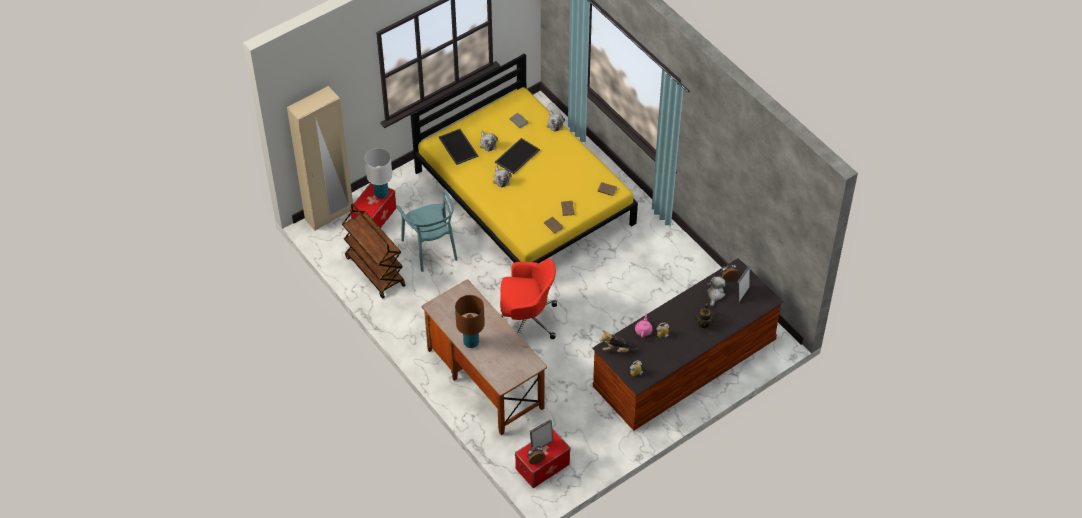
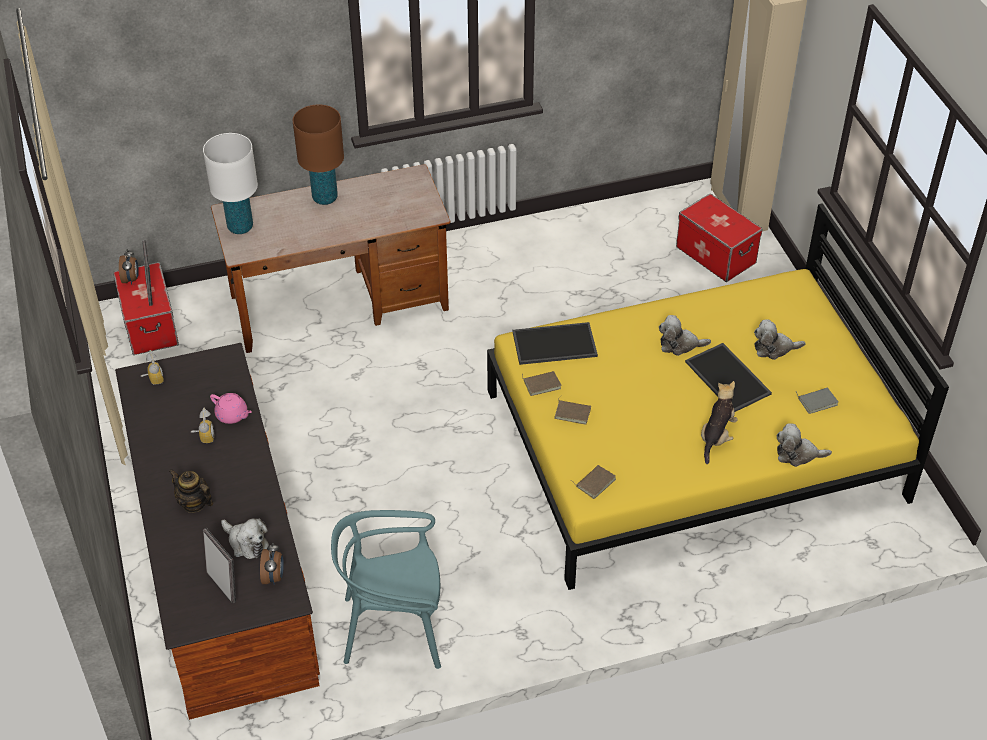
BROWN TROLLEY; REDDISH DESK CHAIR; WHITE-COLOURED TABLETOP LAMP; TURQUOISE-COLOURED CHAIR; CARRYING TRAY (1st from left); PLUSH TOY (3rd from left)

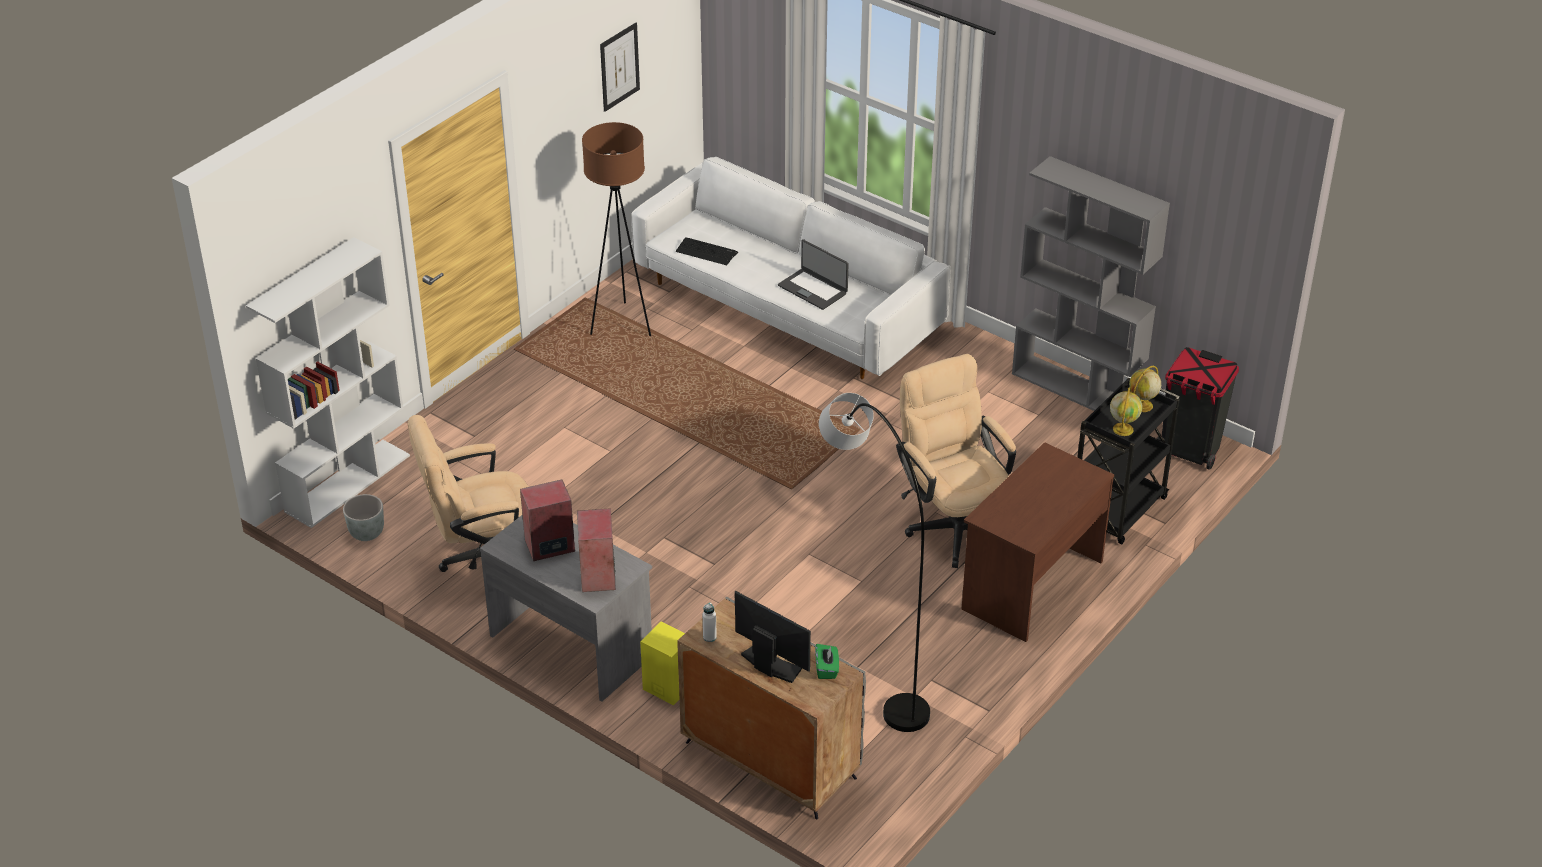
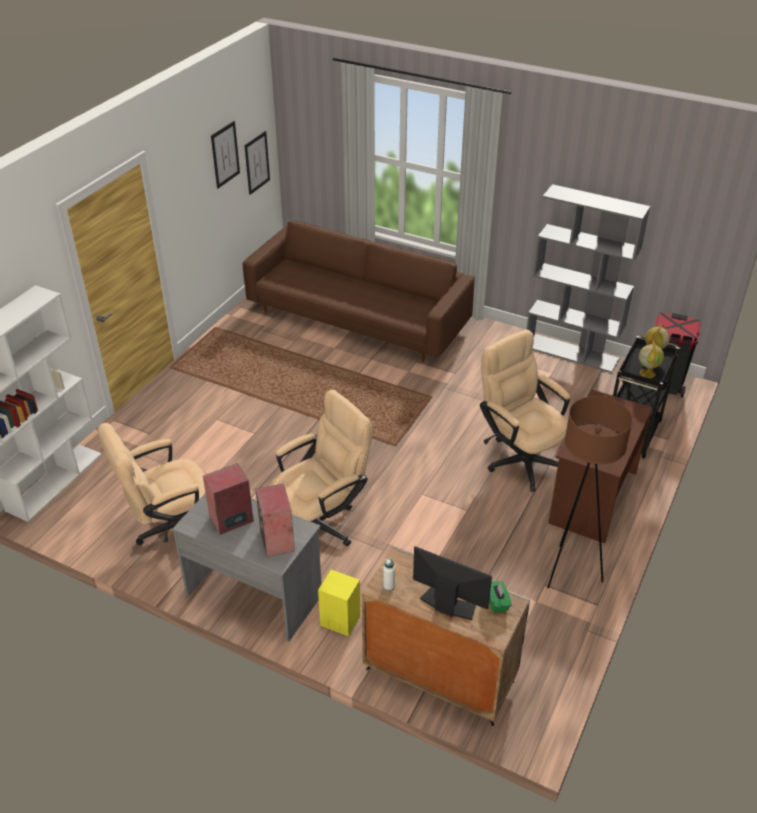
GRAY PLANTER; COMPUTER KEYBOARD; LAPTOP; GRAY STANDARD LAMP; WALL ART (2nd from left); BEIGE DESK CHAIR (2nd from left); BROWN STANDARD LAMP; BROWN COUCH

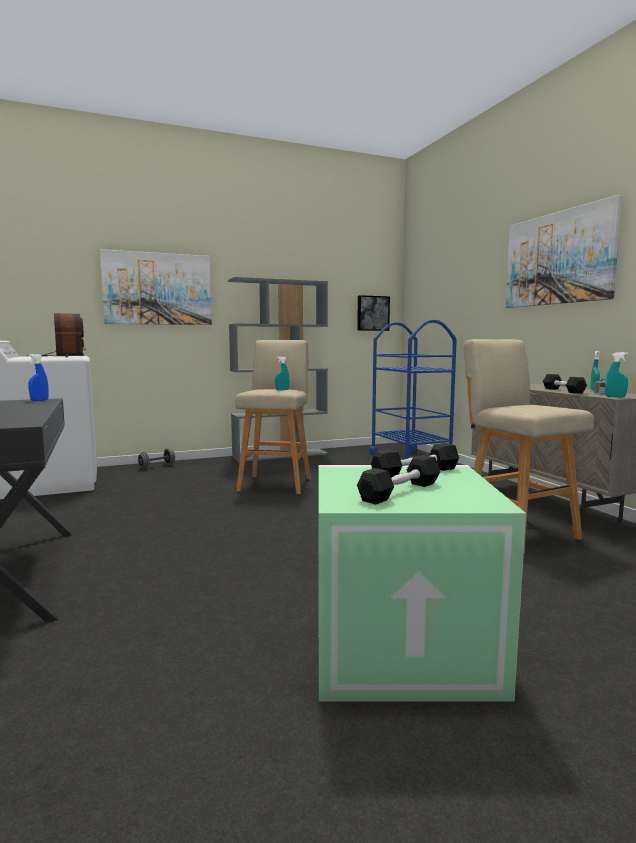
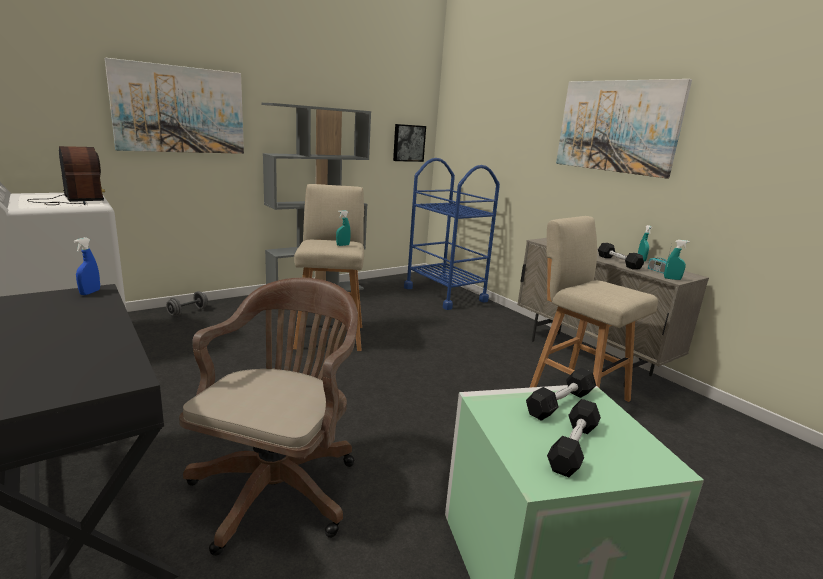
BROWN DESK CHAIR

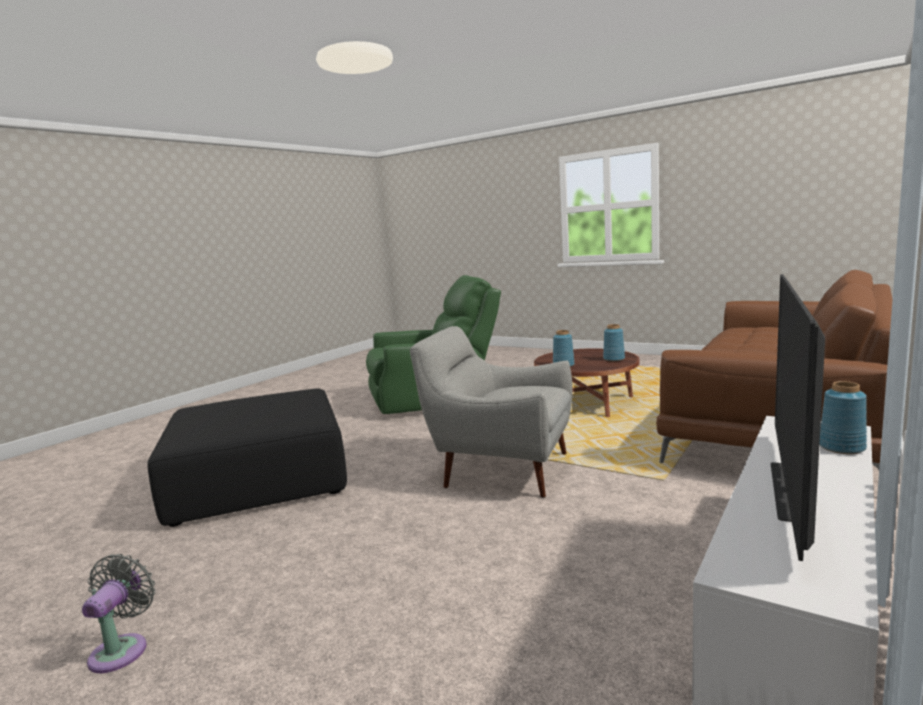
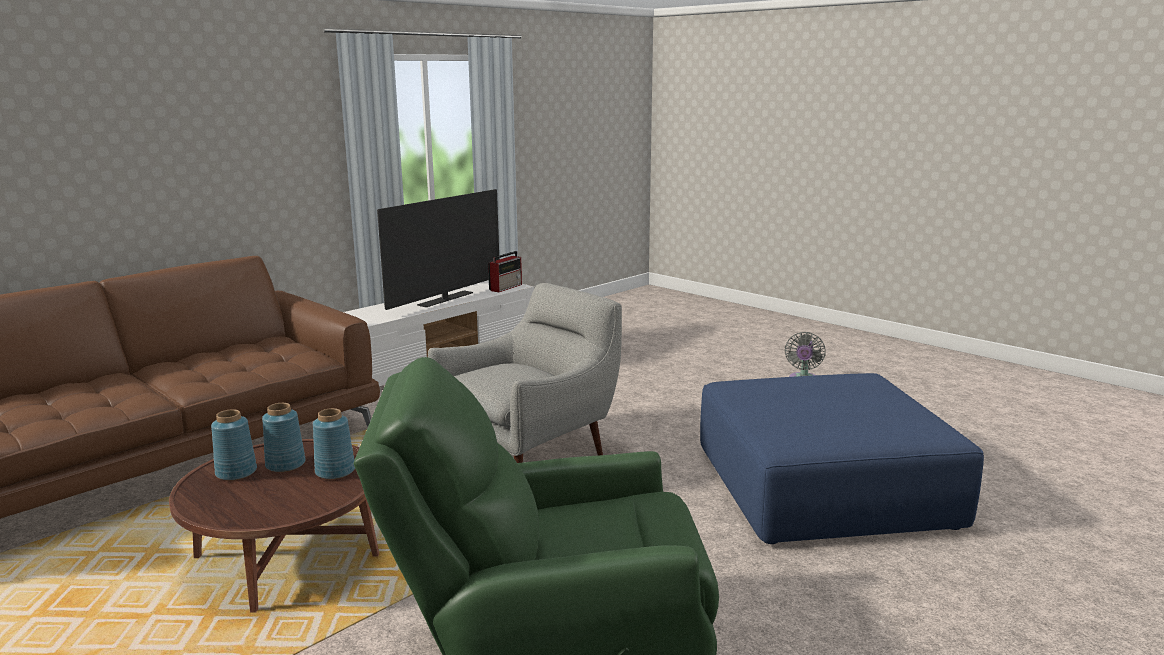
RADIO SET; BLUE VASE (2nd from left); BLUE POUFFE; GRAY ARMCHAIR

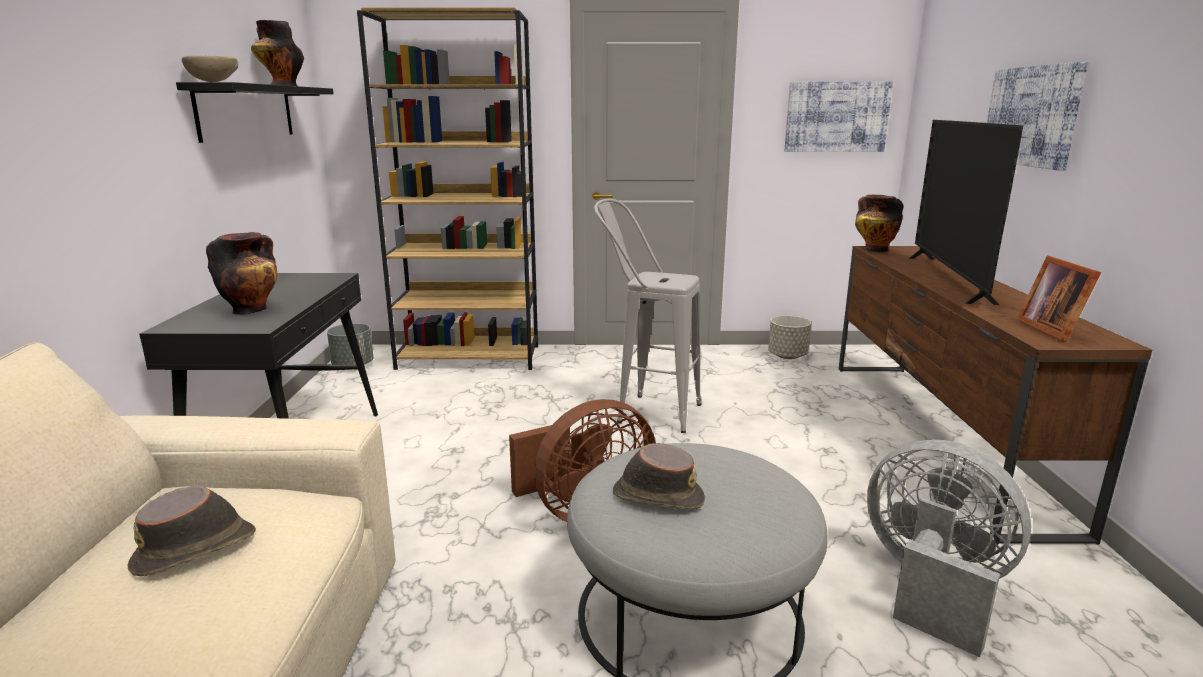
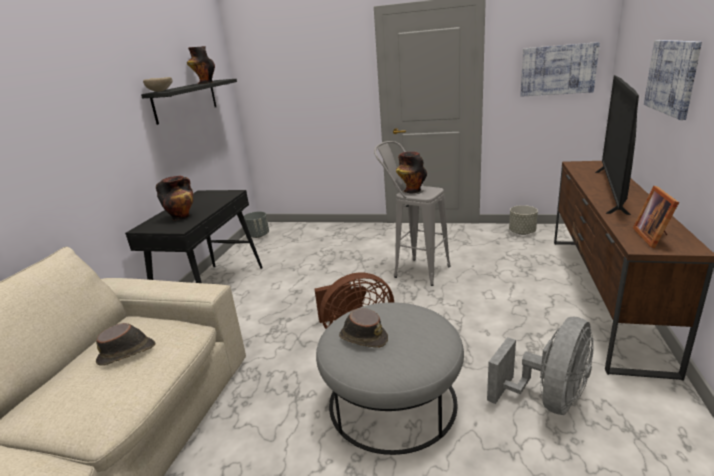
BROWN BOOKSHELF; VASE (3rd from left); GRAY ELECTRIC FAN

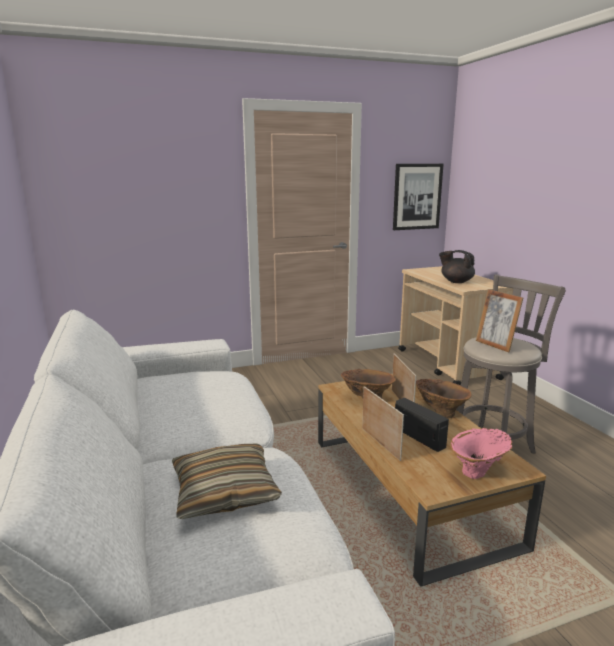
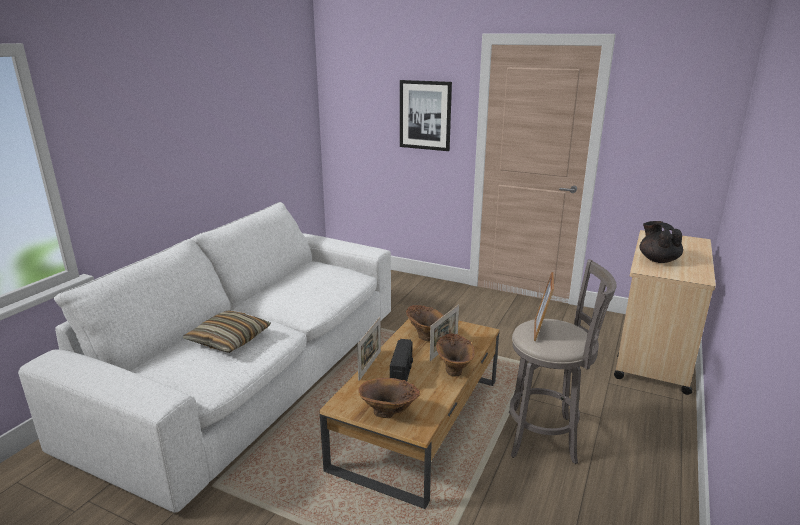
WALL ART; BROWN VASE (1st from left)

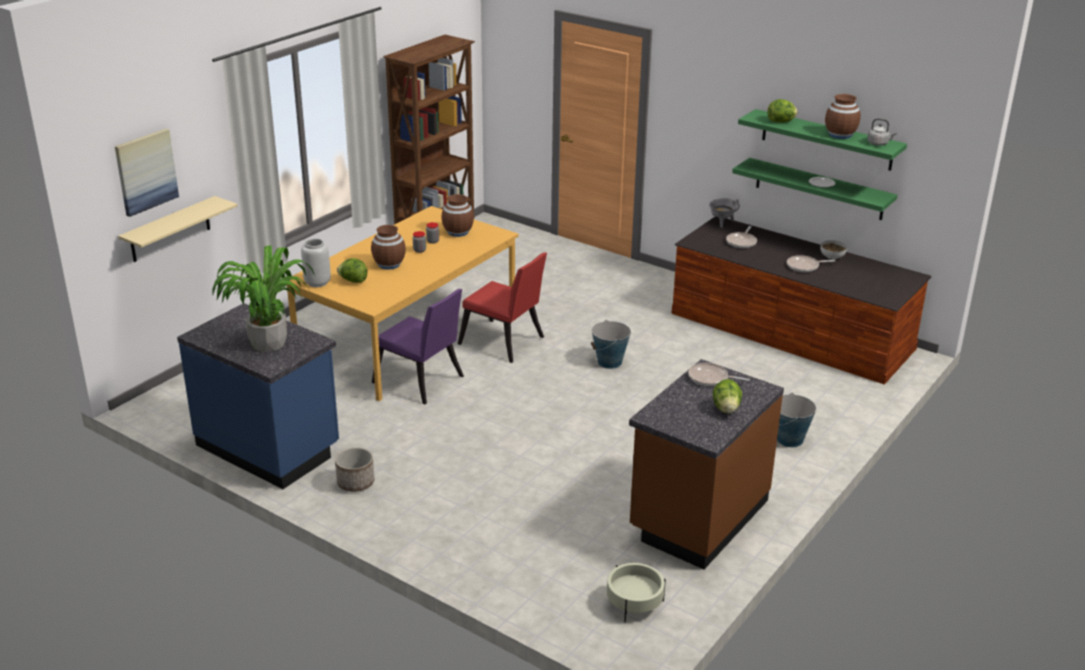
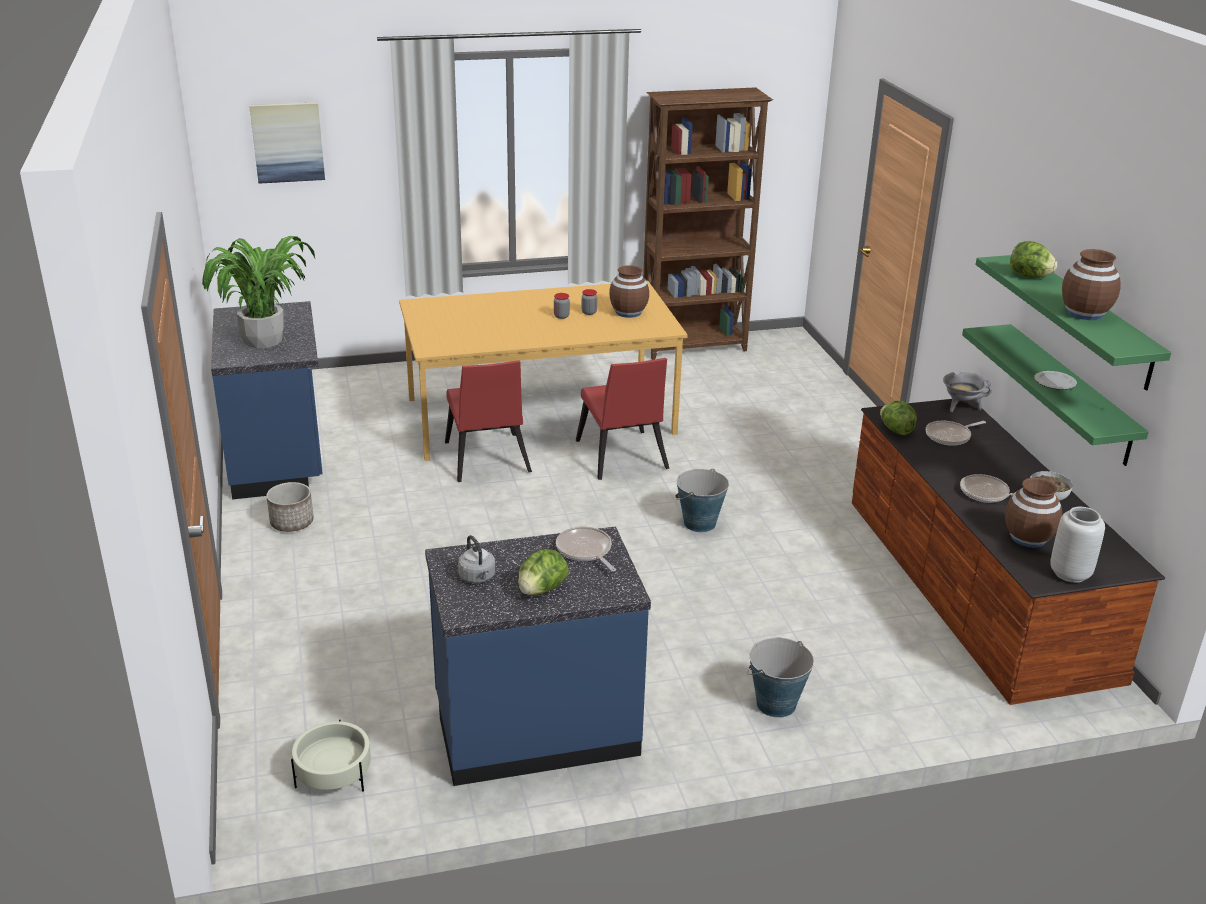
BEIGE WALL SHELF; GRAY VASE; LETTUCE HEAD (2nd from left); BROWN VASE (2nd from left); GRAY WATER KETTLE; REDDISH CHAIR (1st from left); BLUE COUNTER (2nd from left)

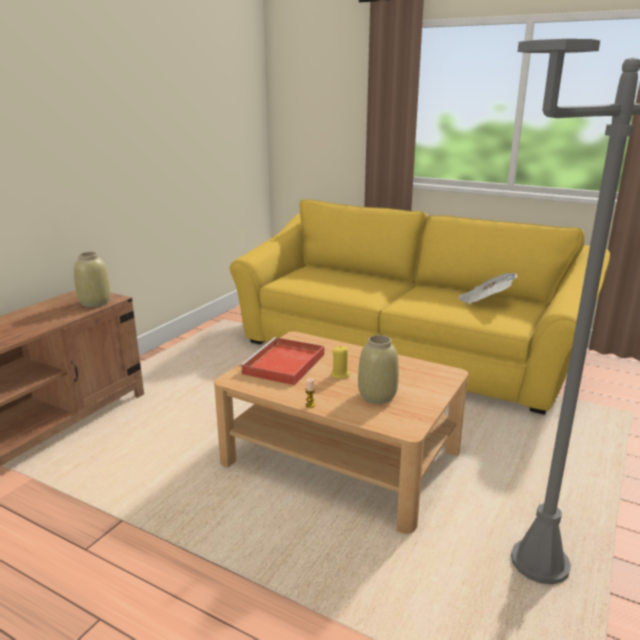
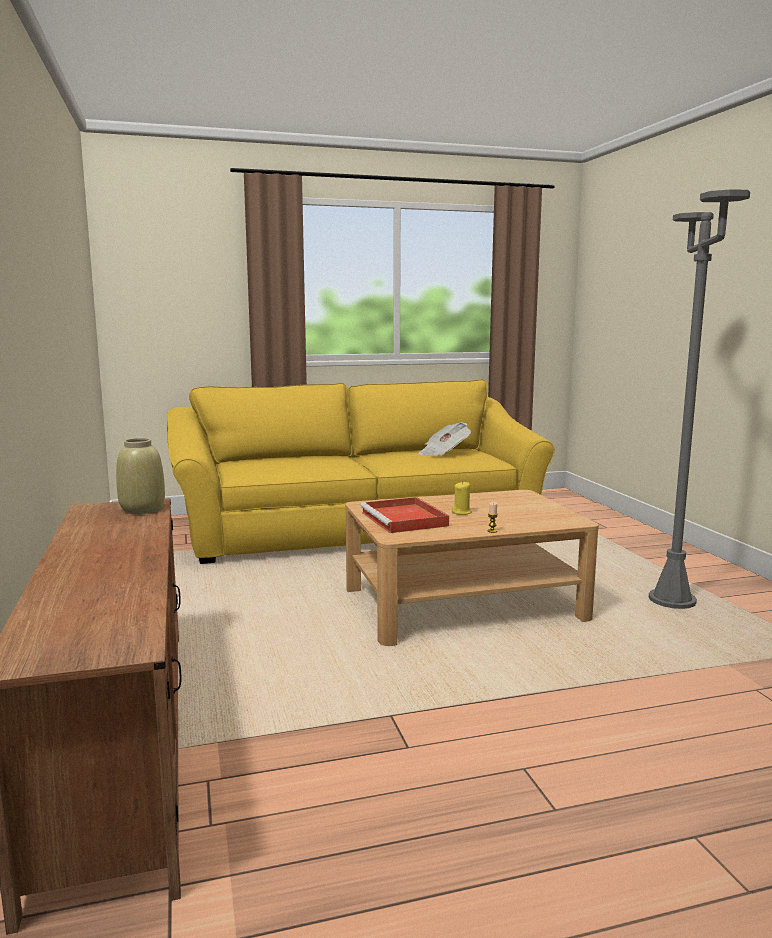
BEIGE VASE (2nd from left in the first image)

